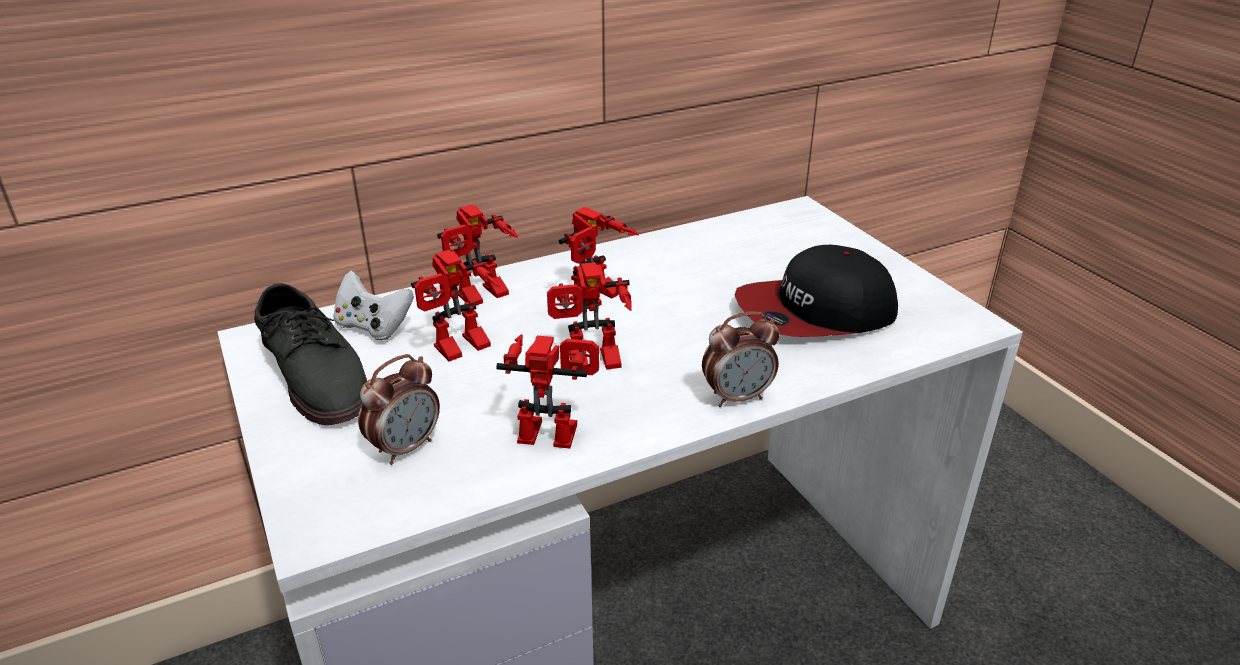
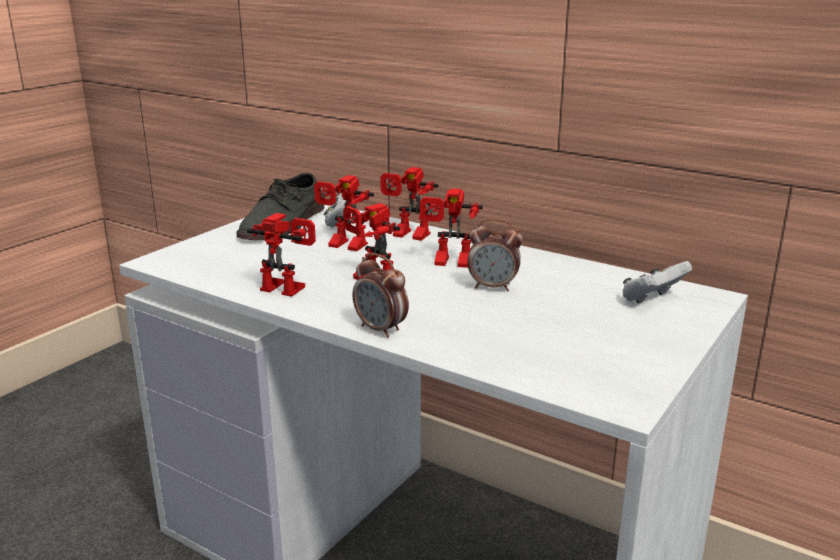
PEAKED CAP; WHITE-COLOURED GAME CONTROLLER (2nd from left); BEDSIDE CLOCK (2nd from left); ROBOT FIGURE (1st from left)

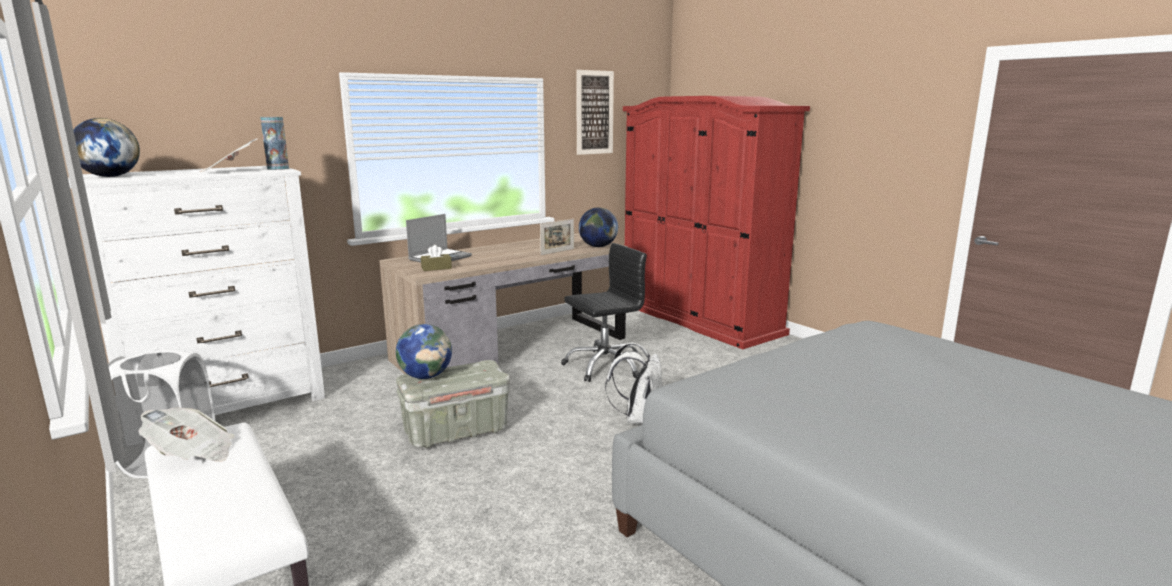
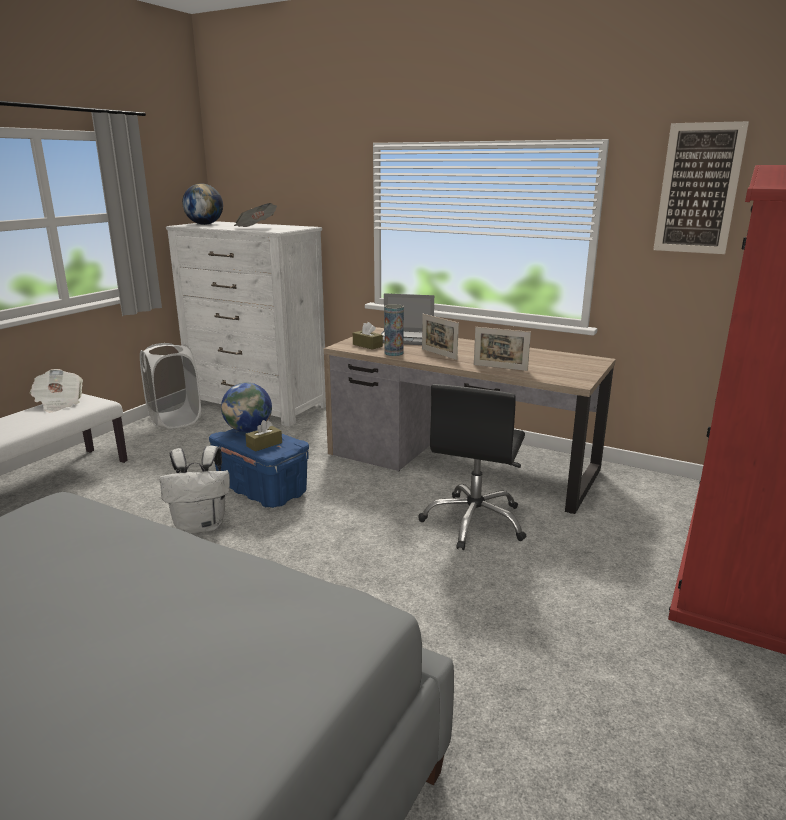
DESK GLOBE (3rd from left in the first image); BROWN TISSUE BOX (1st from left); PHOTO FRAME (1st from left); VASE; WHITE-COLOURED RUCKSACK; BLUE STORAGE BIN; BLACKISH DESK CHAIR

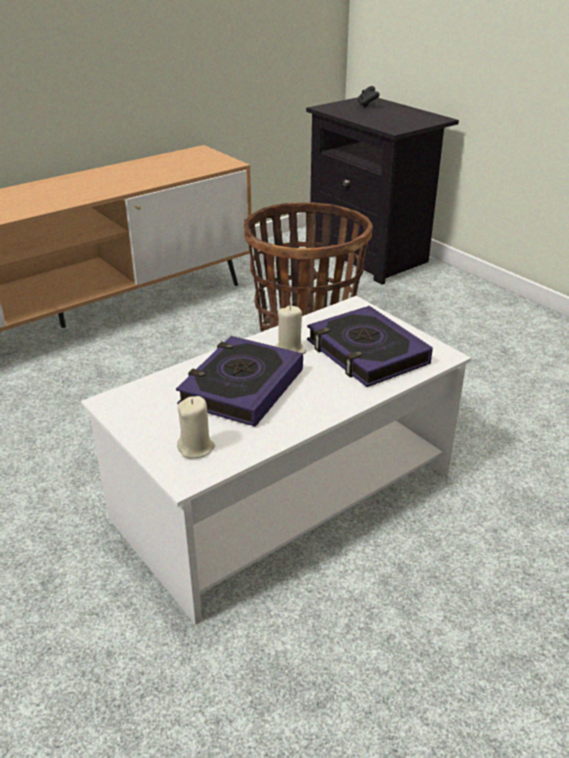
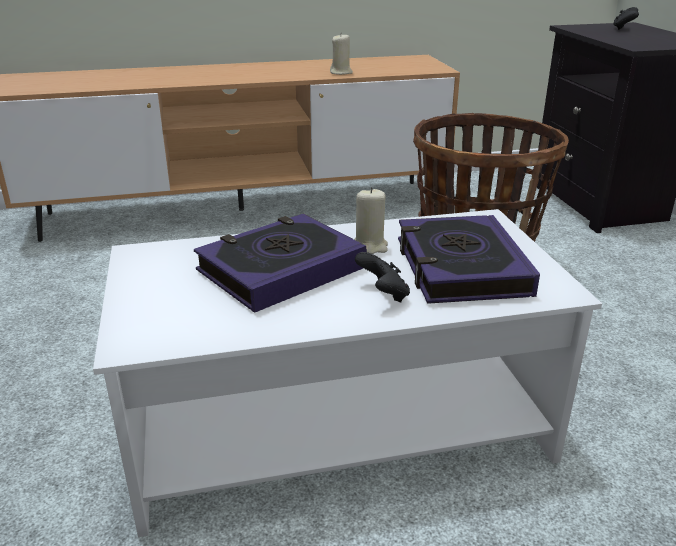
BLACKISH GAME CONTROLLER (1st from left); BEIGE WAX LIGHT (1st from left)

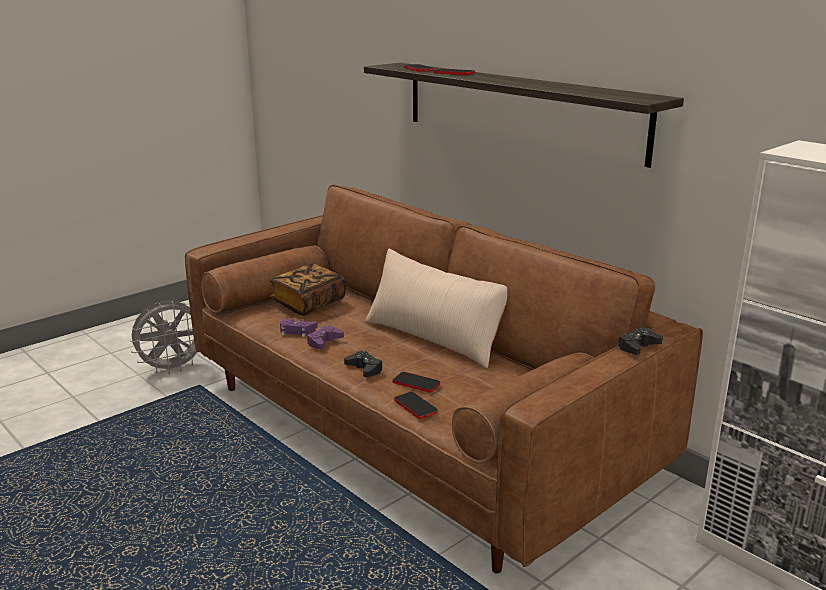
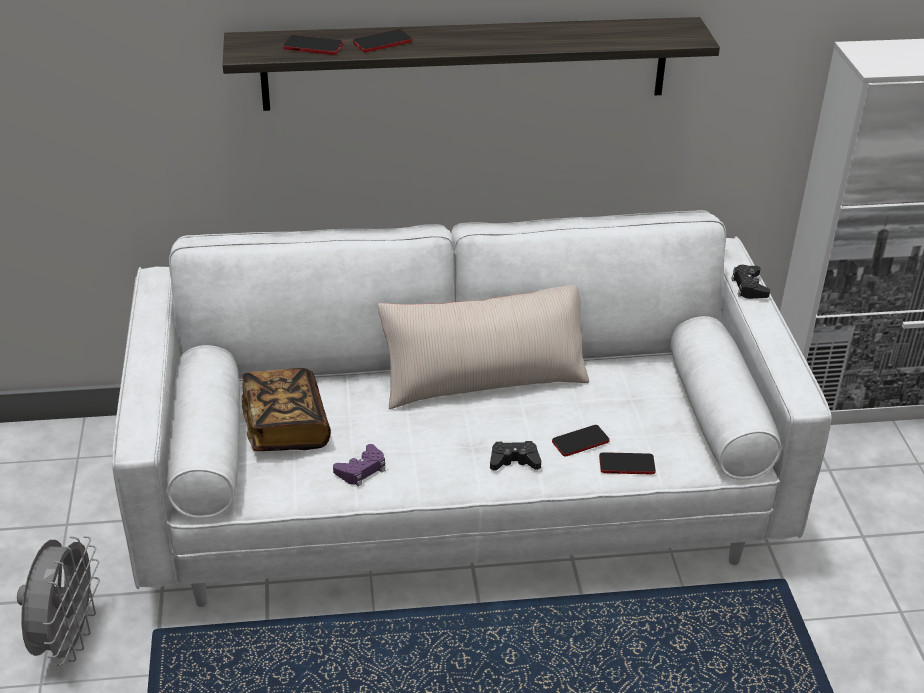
PURPLE-COLOURED GAME CONTROLLER (2nd from left in the first image); WHITE-COLOURED COUCH

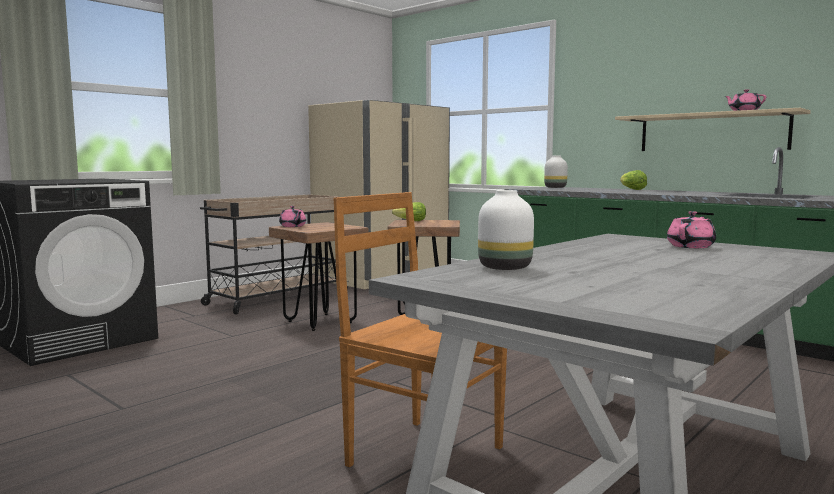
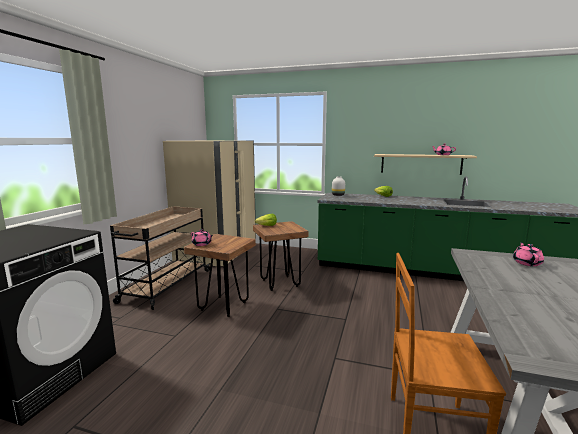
WHITE-COLOURED VASE (1st from left in the first image)

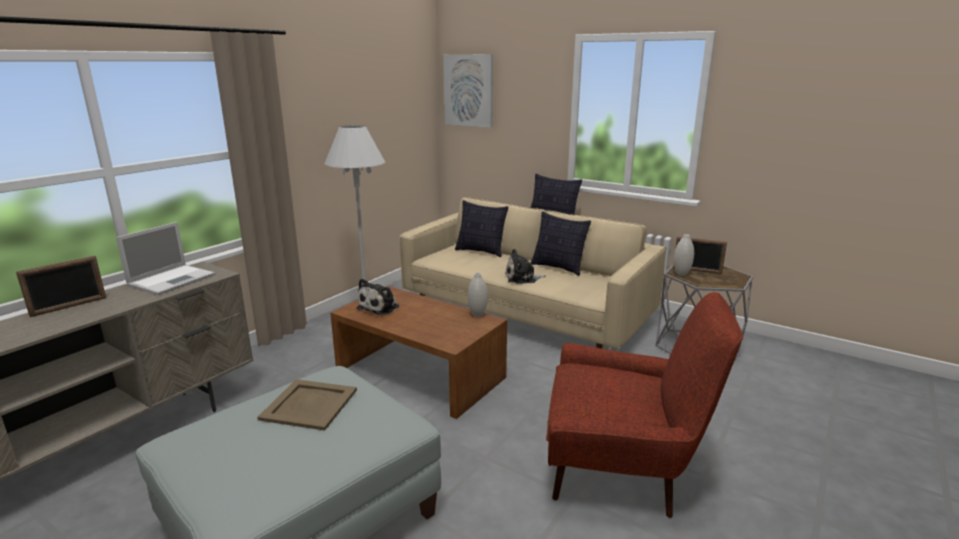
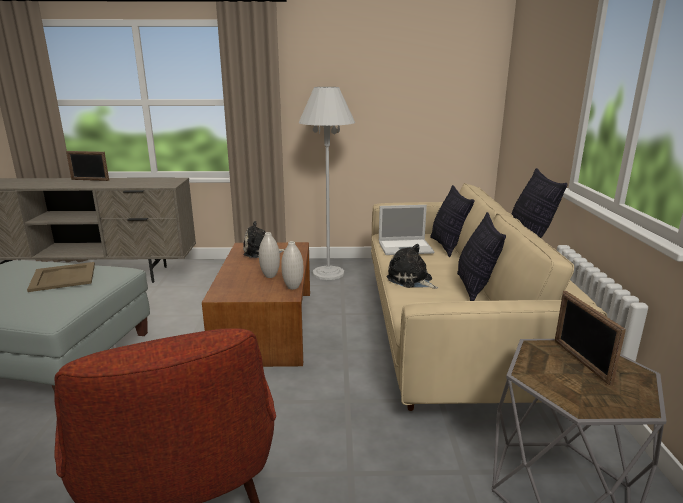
WALL ART; LAPTOP; WHITE-COLOURED VASE (1st from left)

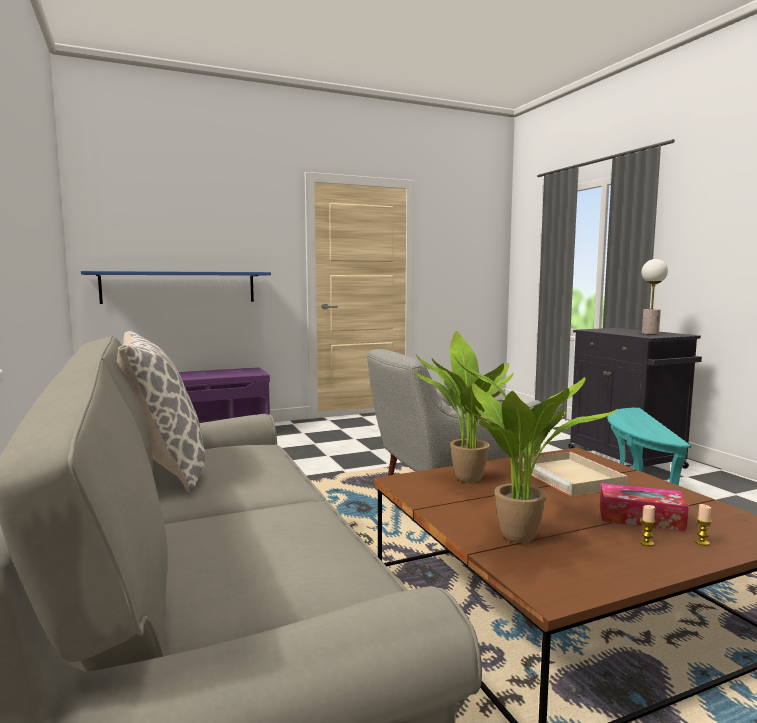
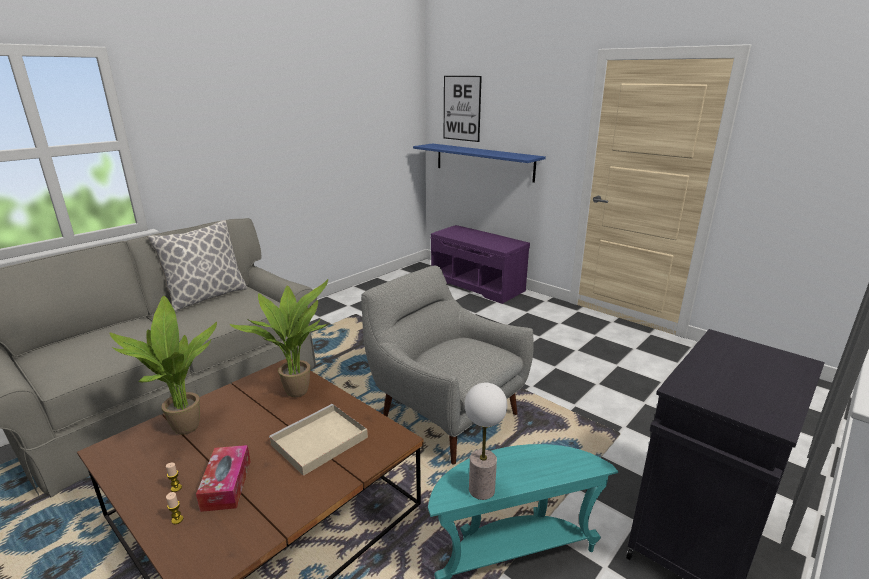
WALL ART; TABLETOP LAMP

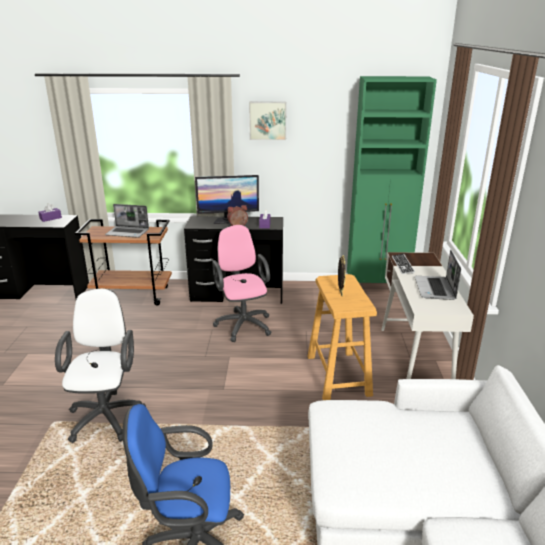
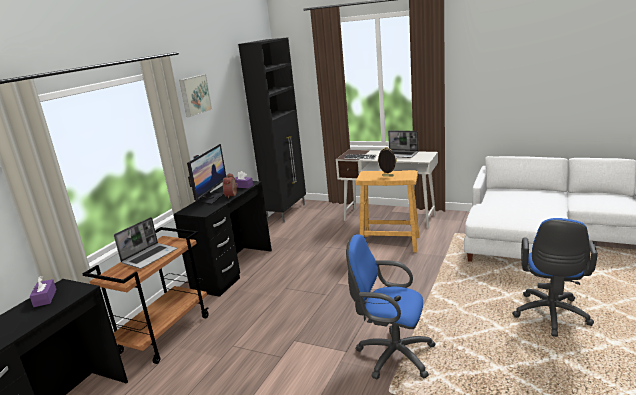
PINK-COLOURED DESK CHAIR; BLUE DESK CHAIR (1st from left); BLACKISH STORAGE CABINET

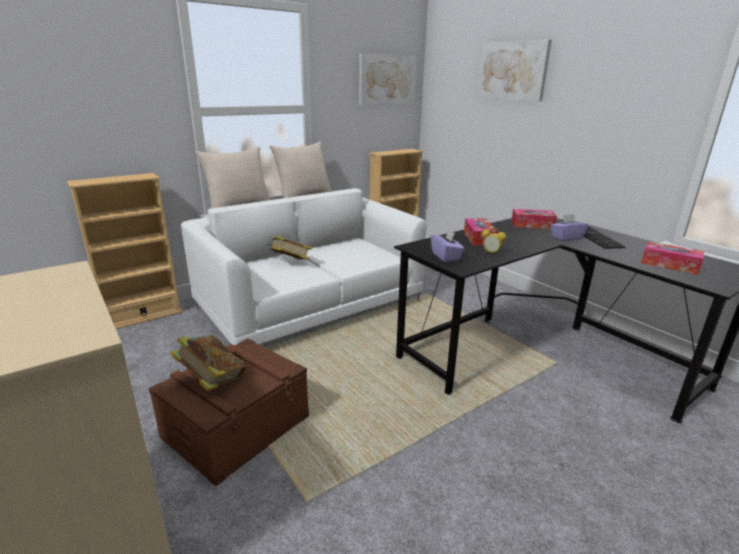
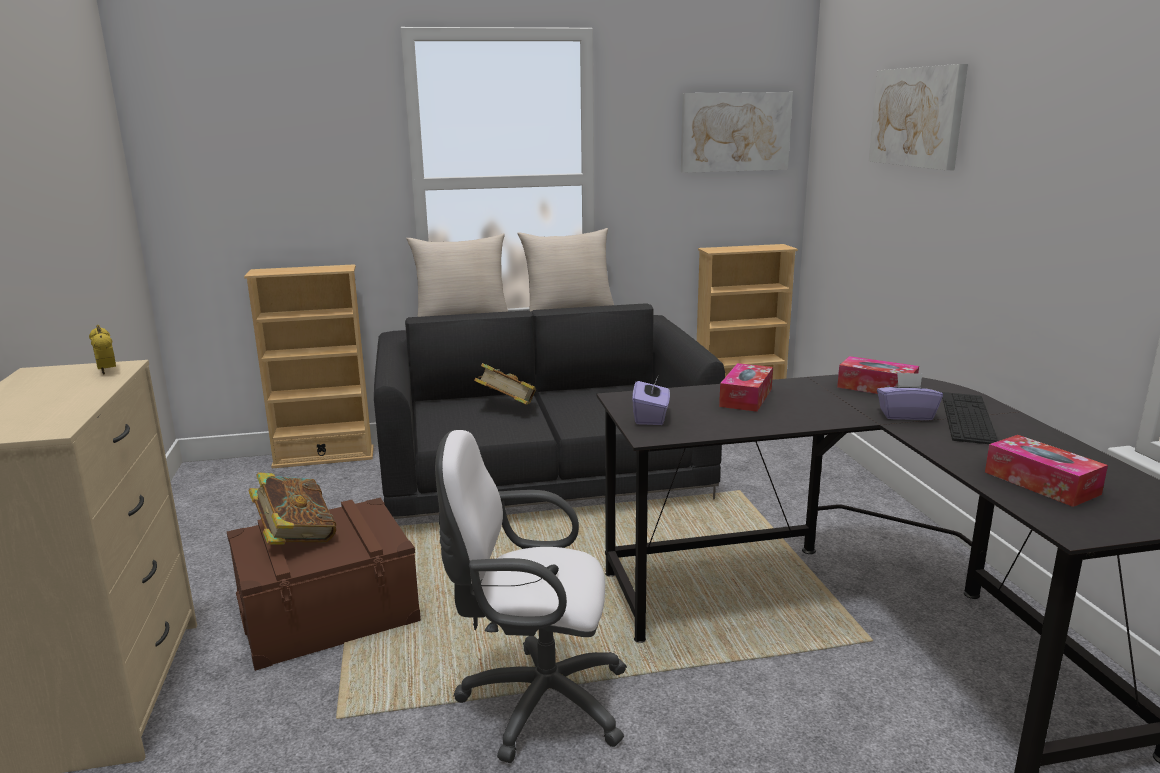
WHITE-COLOURED DESK CHAIR; BEDSIDE CLOCK; BLACKISH COUCH

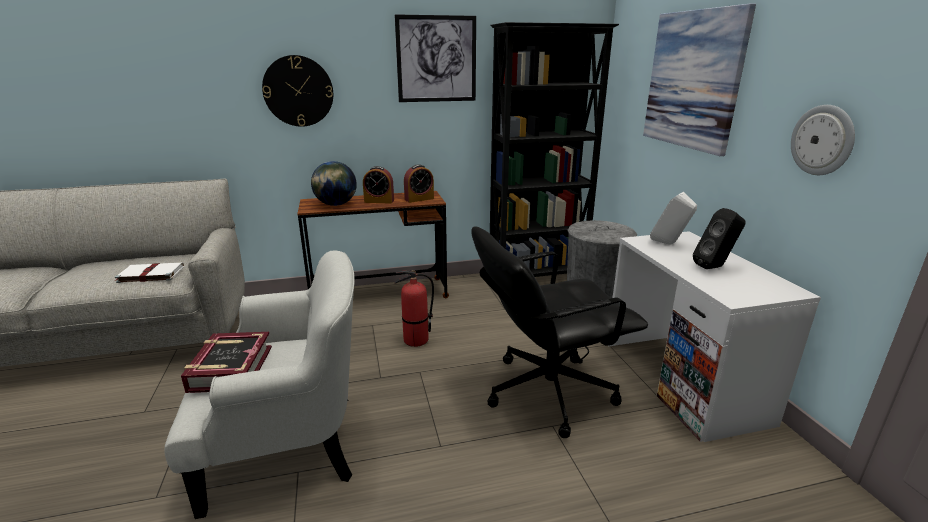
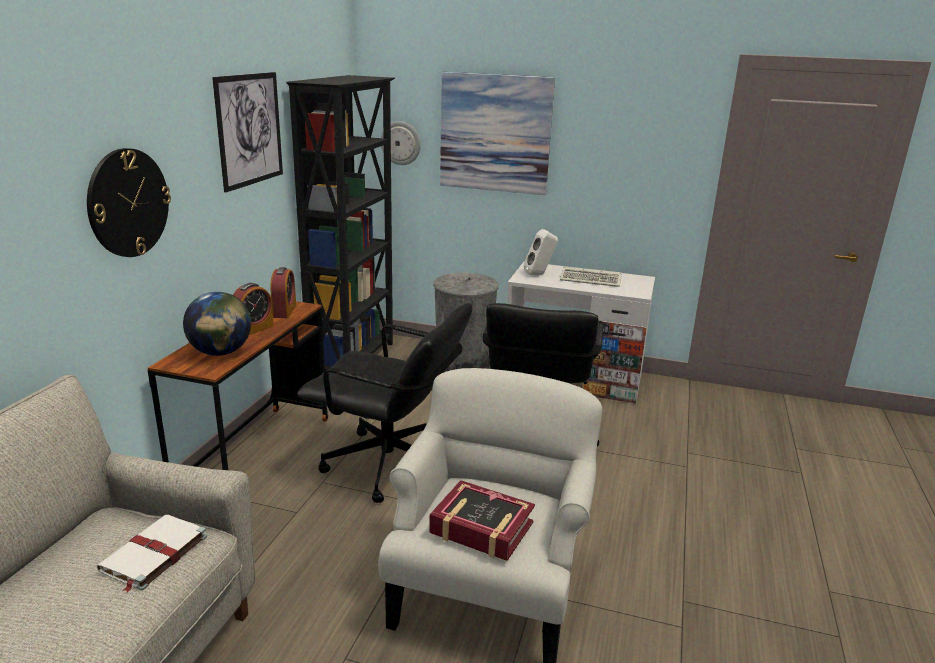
HANGING CLOCK (2nd from left); BLACKISH DESK CHAIR (1st from left); COMPUTER KEYBOARD

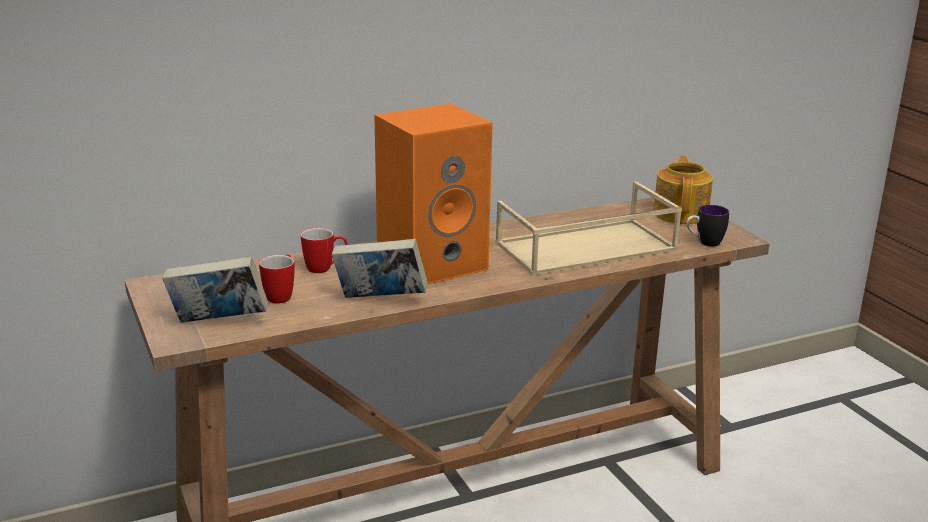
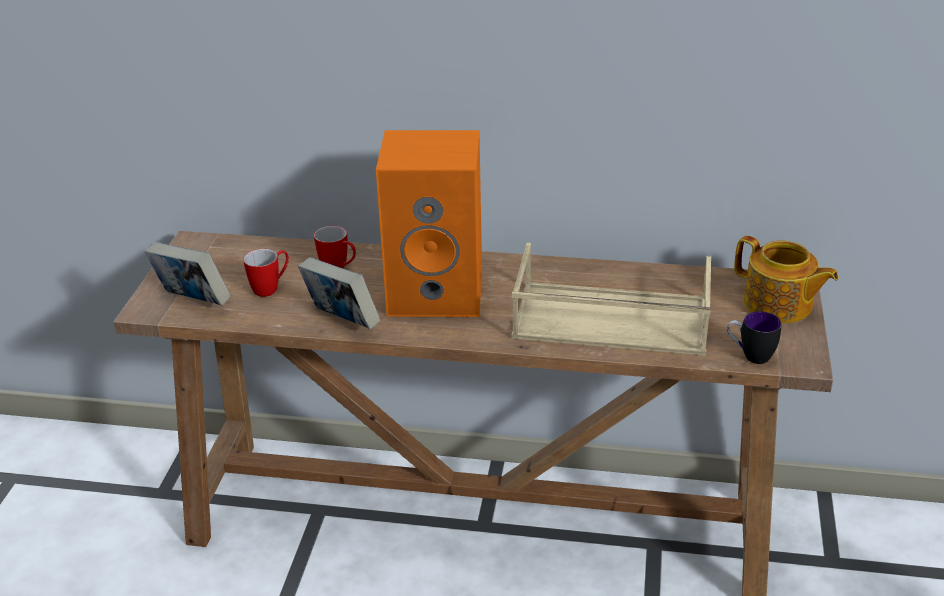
TEAPOT

